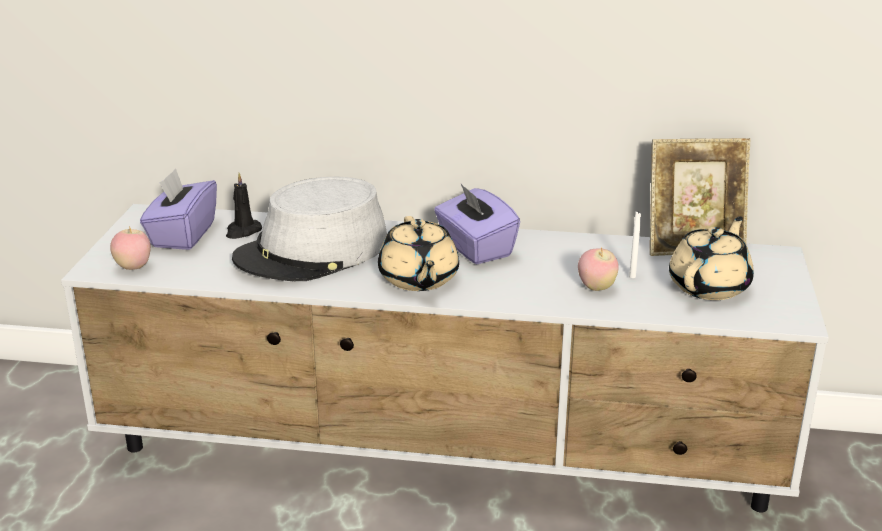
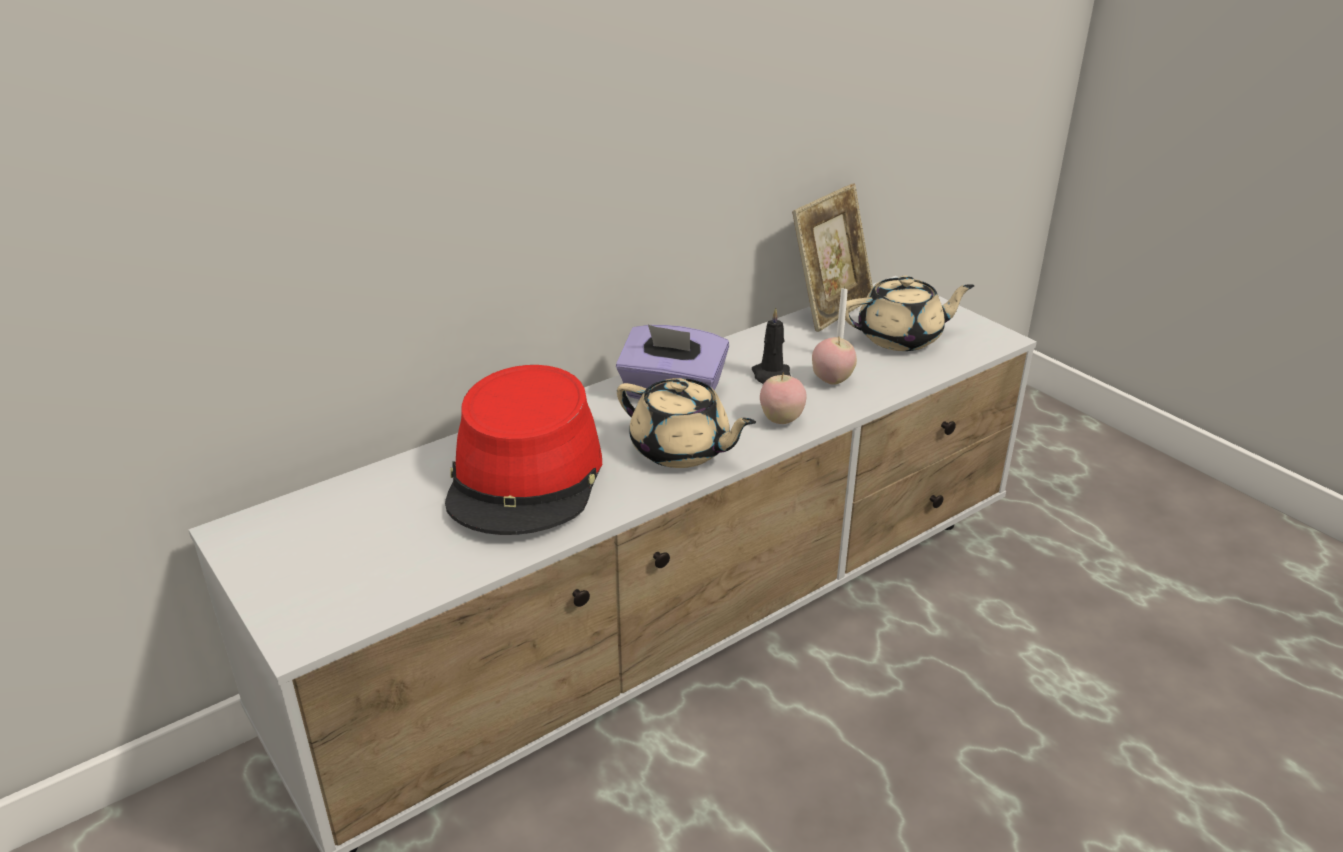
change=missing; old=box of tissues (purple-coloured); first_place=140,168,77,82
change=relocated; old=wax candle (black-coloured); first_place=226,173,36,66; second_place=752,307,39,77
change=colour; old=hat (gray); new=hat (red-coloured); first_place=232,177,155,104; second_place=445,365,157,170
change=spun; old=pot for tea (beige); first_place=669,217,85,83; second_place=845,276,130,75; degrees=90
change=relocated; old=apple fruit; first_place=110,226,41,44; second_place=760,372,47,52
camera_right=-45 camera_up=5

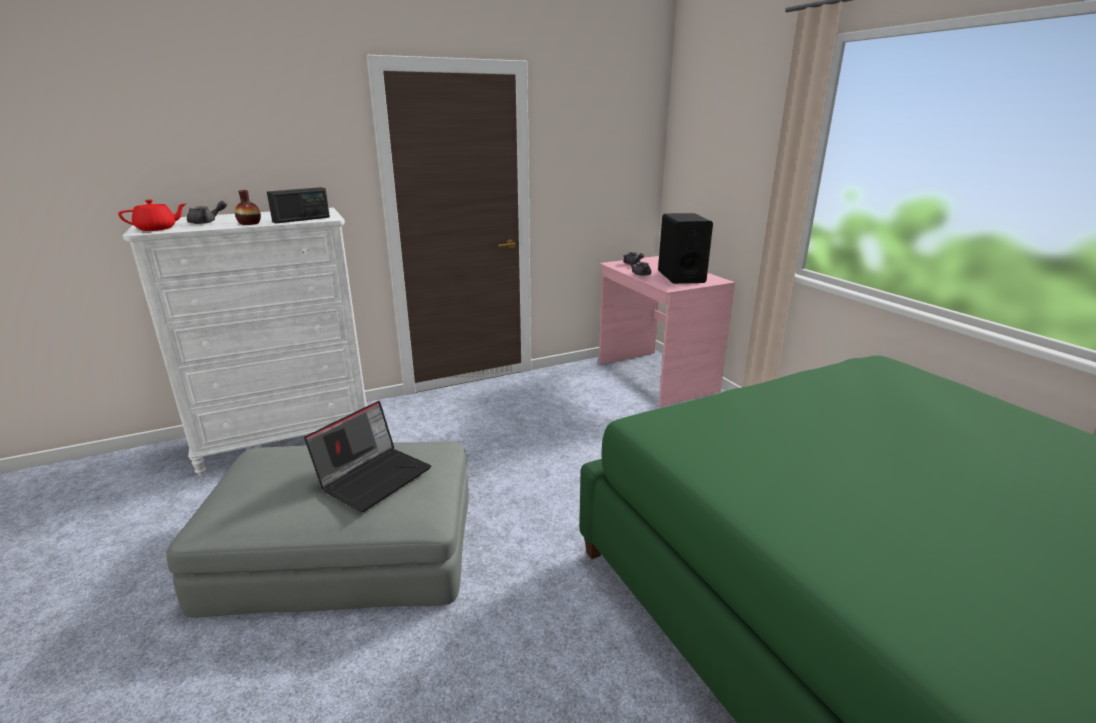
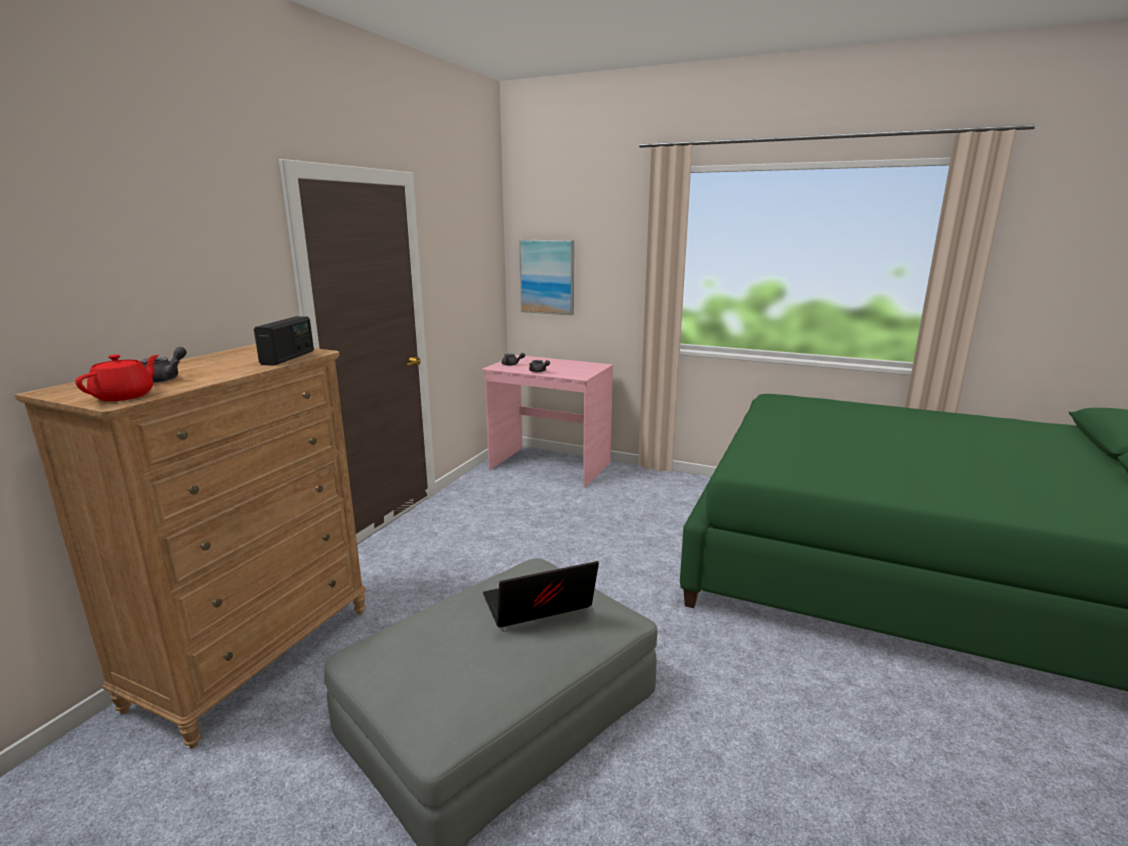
change=missing; old=vase; first_place=235,190,26,35
change=colour; old=dresser (white-coloured); new=dresser (brown-coloured); first_place=123,208,244,268; second_place=15,344,351,405
change=missing; old=audio speaker (black-coloured); first_place=658,213,55,71
change=spun; old=portable computer; first_place=304,401,127,111; second_place=483,561,116,67; degrees=-105
change=appeared; new=wall art; second_place=519,239,55,76
camera_right=-40 camera_up=-5

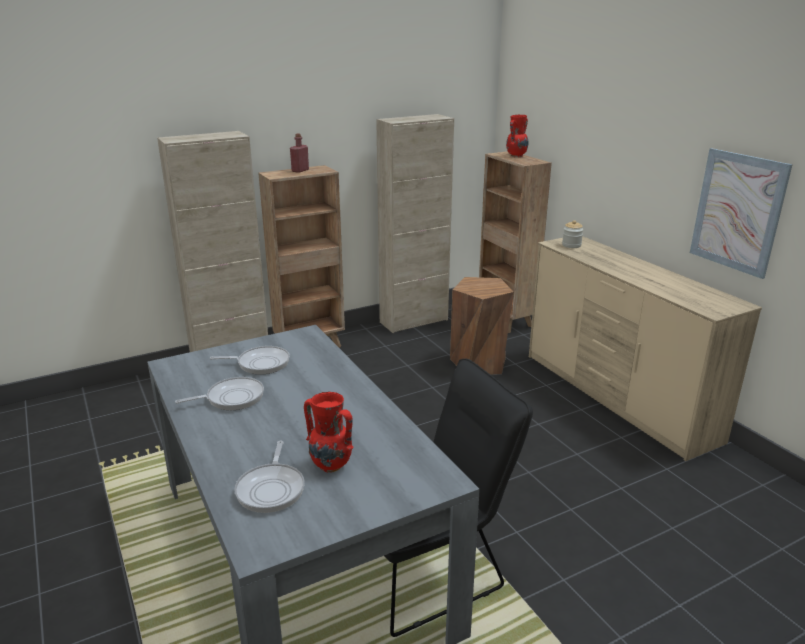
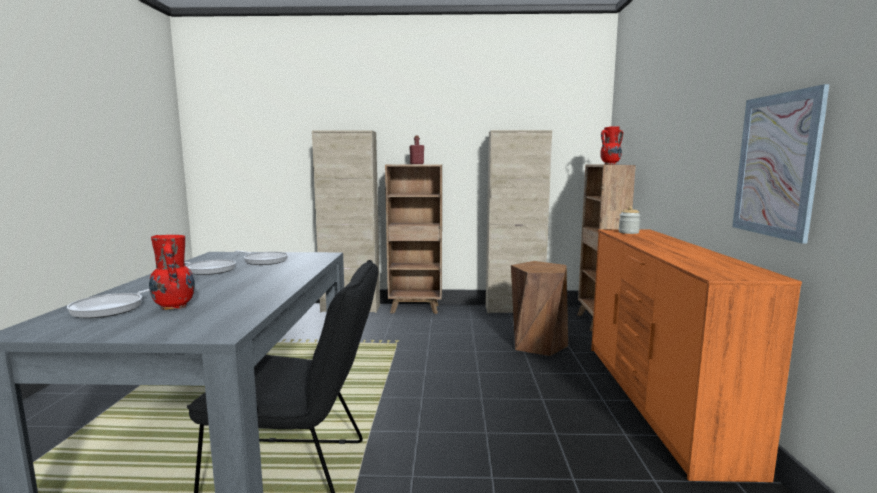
change=colour; old=dresser (beige); new=dresser (orange); first_place=529,236,233,225; second_place=591,229,211,254
camera_right=30 camera_up=-15

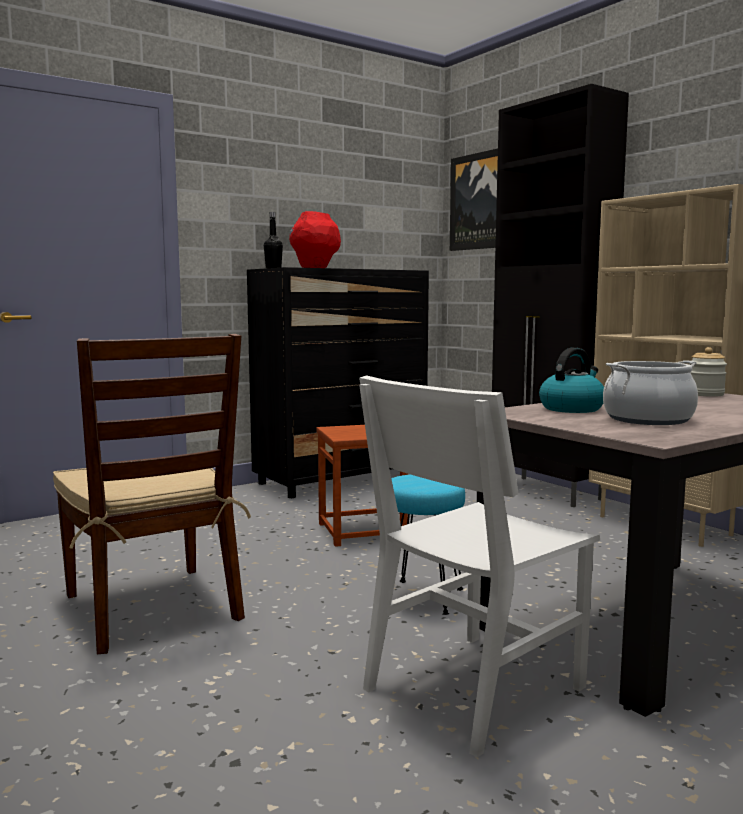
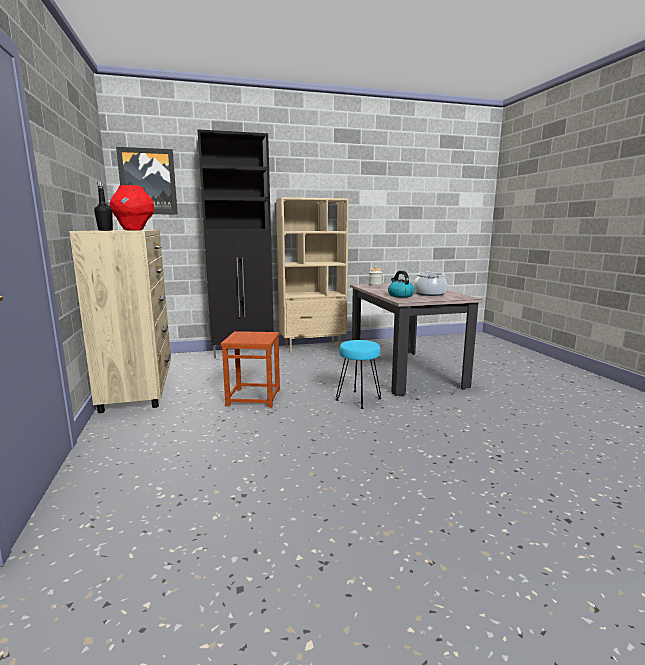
change=colour; old=dresser (black-coloured); new=dresser (beige); first_place=247,267,182,231; second_place=69,230,102,183
change=missing; old=plain chair (brown-coloured); first_place=53,334,198,320
change=missing; old=plain chair (white-coloured); first_place=359,375,241,383
camera_right=-70 camera_up=5

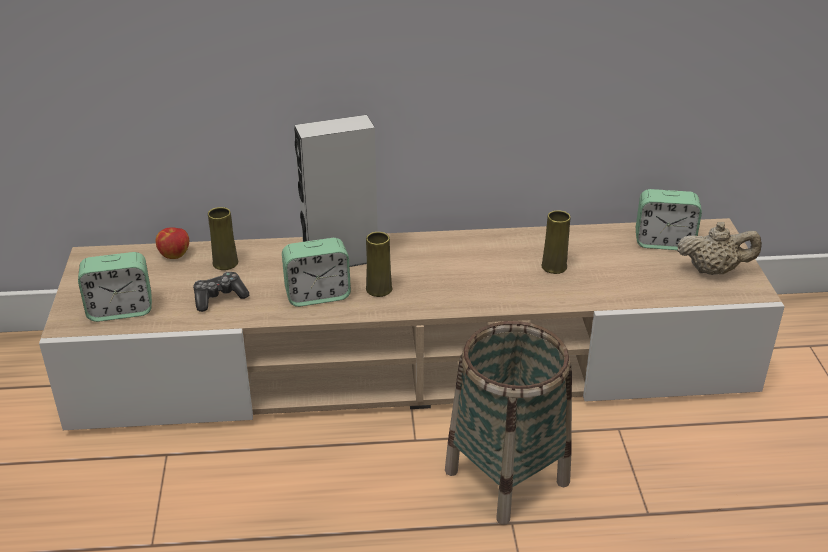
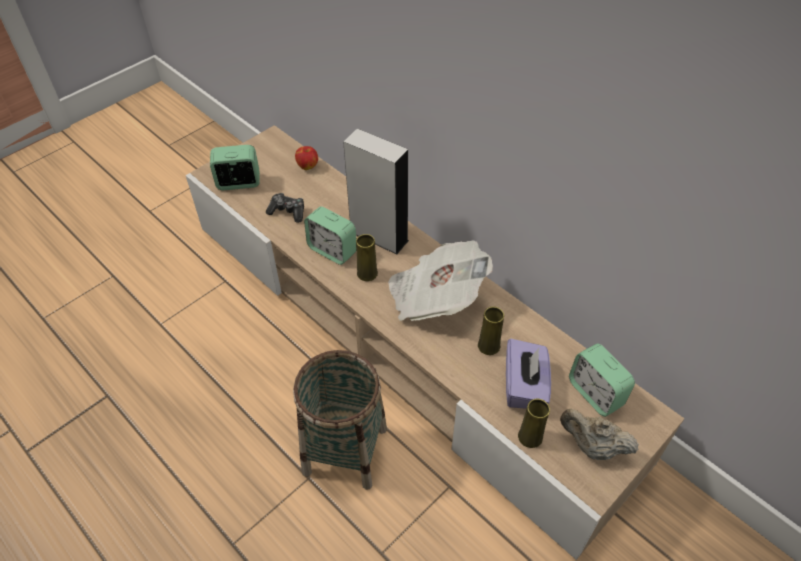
change=relocated; old=vase (yellow-coloured); first_place=208,207,30,63; second_place=518,399,32,49
change=spun; old=pot for tea (beige); first_place=677,222,85,53; second_place=560,409,79,51; degrees=150
change=spun; old=table clock; first_place=78,252,74,70; second_place=210,145,50,45; degrees=135
change=appeared; new=newspaper; second_place=388,240,105,81
change=appeared; new=box of tissues (purple-coloured); second_place=506,338,45,71
camera_right=50 camera_up=15

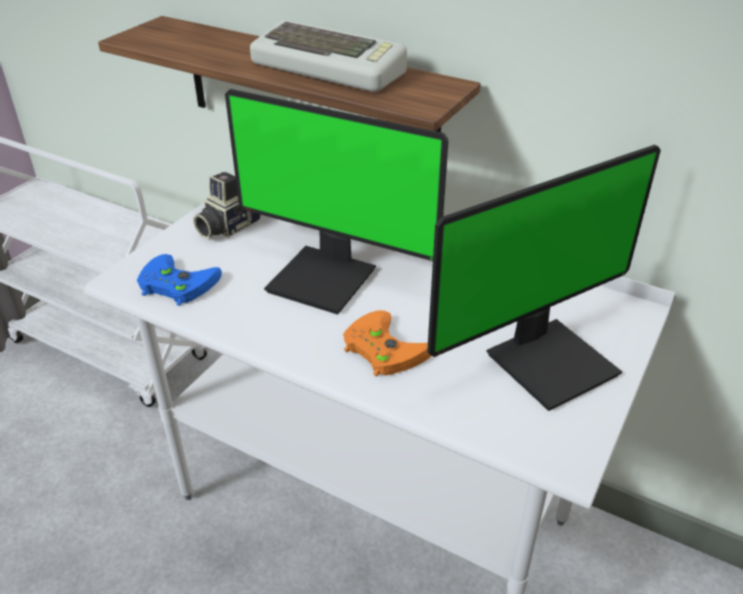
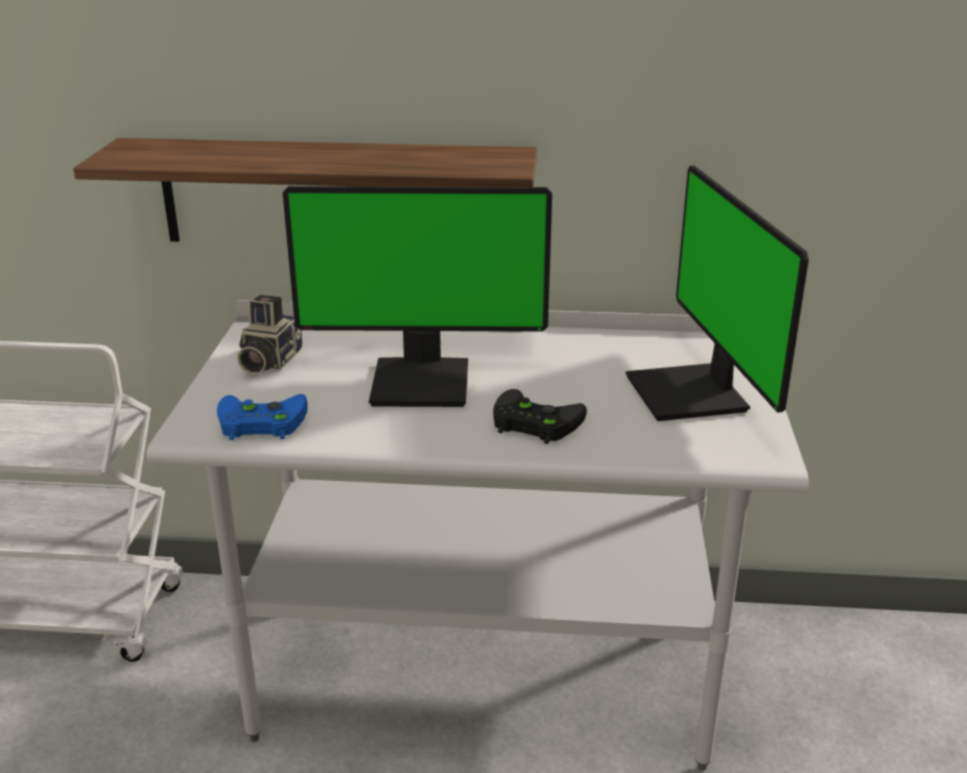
change=missing; old=computer keyboard; first_place=250,20,157,72
change=spun; old=computer display; first_place=427,145,234,266; second_place=626,166,183,255; degrees=135
change=colour; old=game controller (orange); new=game controller (black-coloured); first_place=343,310,88,67; second_place=493,389,94,55
camera_right=-25 camera_up=-10

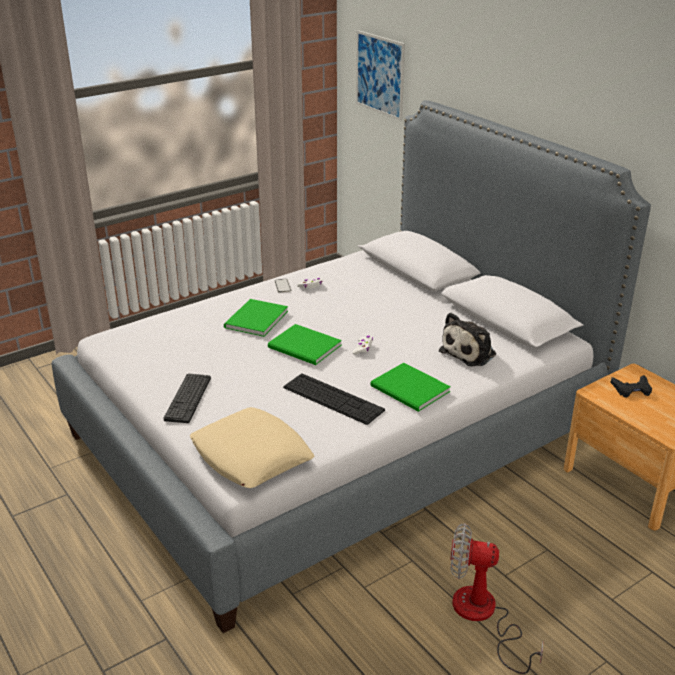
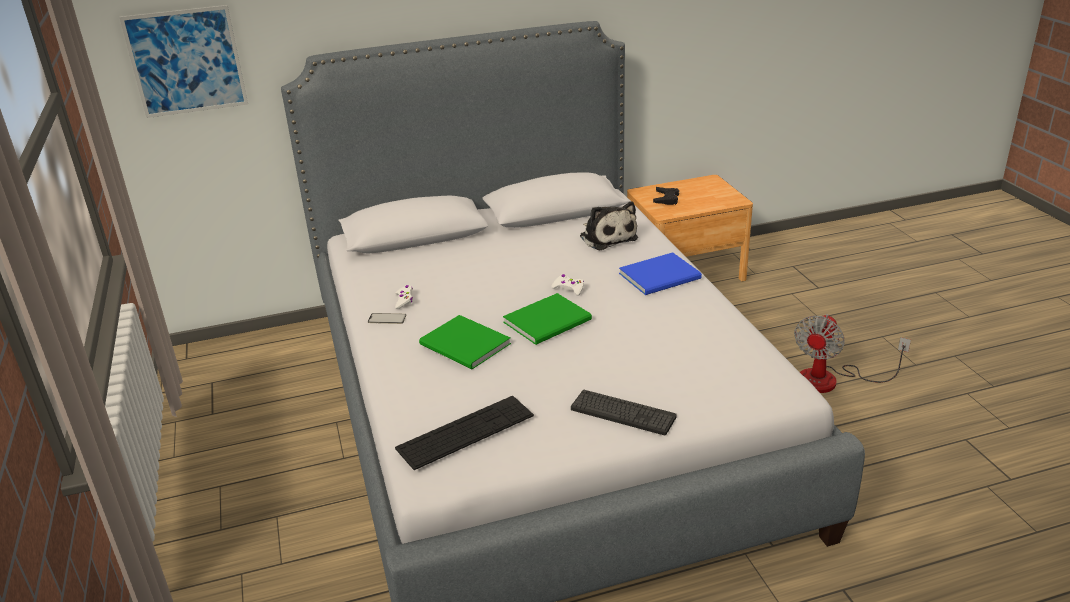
change=colour; old=volume (green); new=volume (blue-coloured); first_place=370,363,81,49; second_place=619,252,83,43
change=relocated; old=computer keyboard; first_place=283,373,102,52; second_place=395,396,139,74
change=missing; old=throw pillow (beige); first_place=190,407,124,81
camera_right=-70 camera_up=0

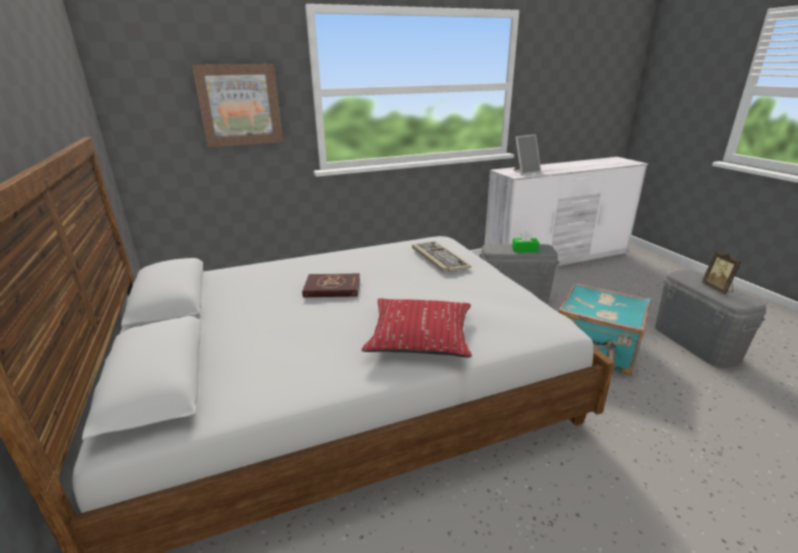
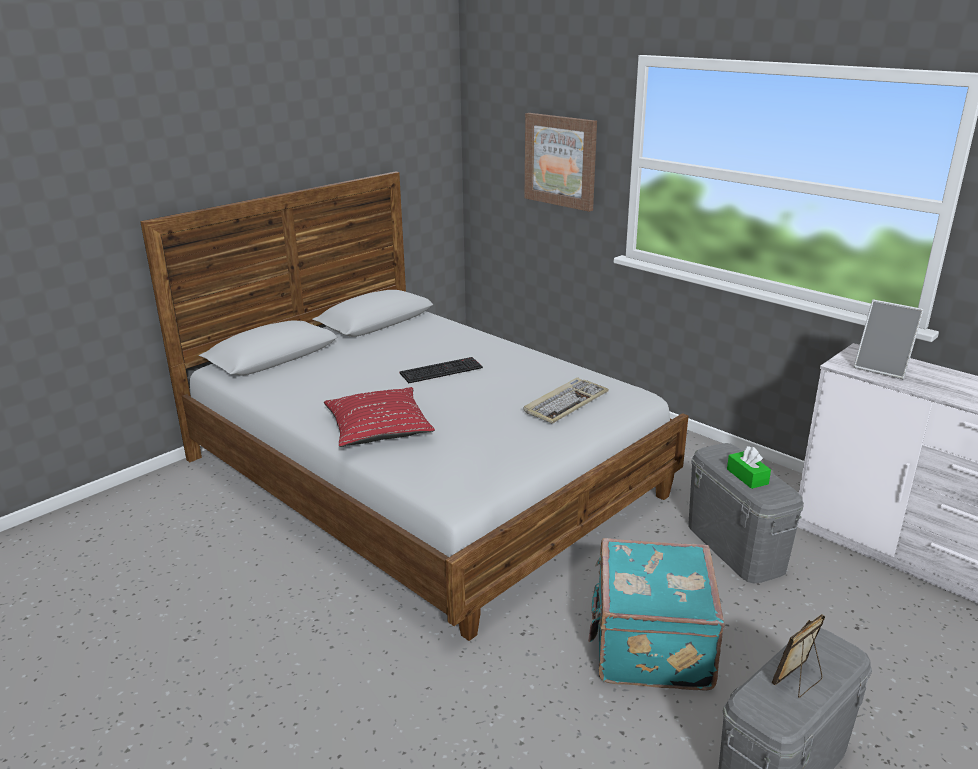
change=exchanged; old=volume (red-coloured); new=computer keyboard; first_place=302,273,58,25; second_place=399,357,84,26
camera_right=65 camera_up=0

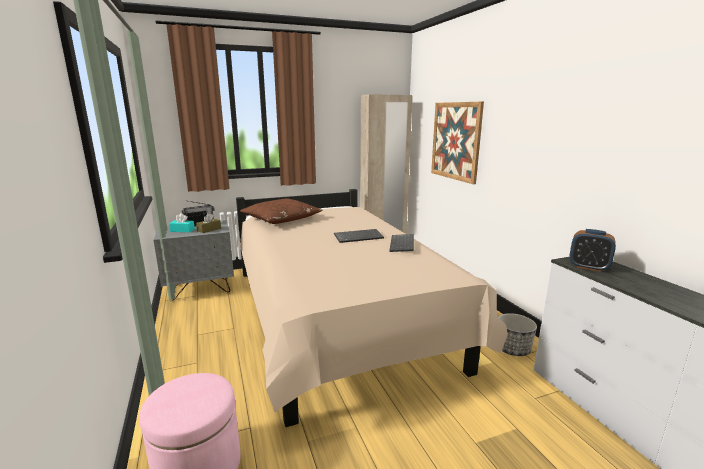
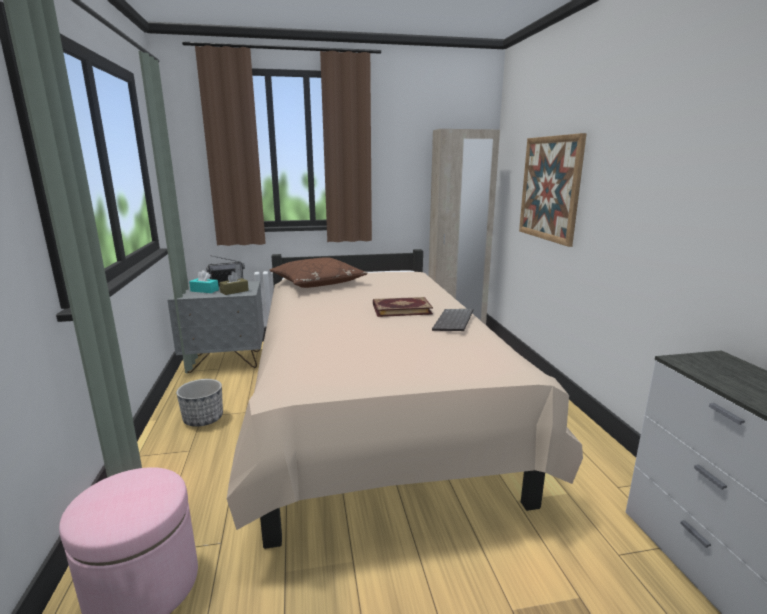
change=exchanged; old=computer keyboard; new=volume; first_place=334,229,50,14; second_place=373,297,60,20
change=missing; old=table clock; first_place=569,229,47,43
change=relocated; old=planter; first_place=498,313,39,43; second_place=176,379,47,48
camera_right=10 camera_up=0

